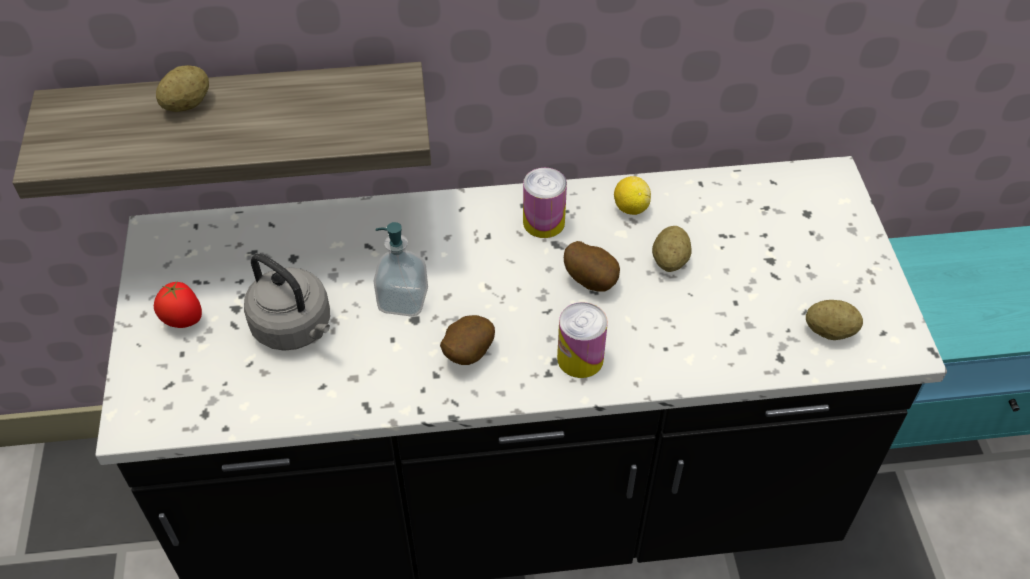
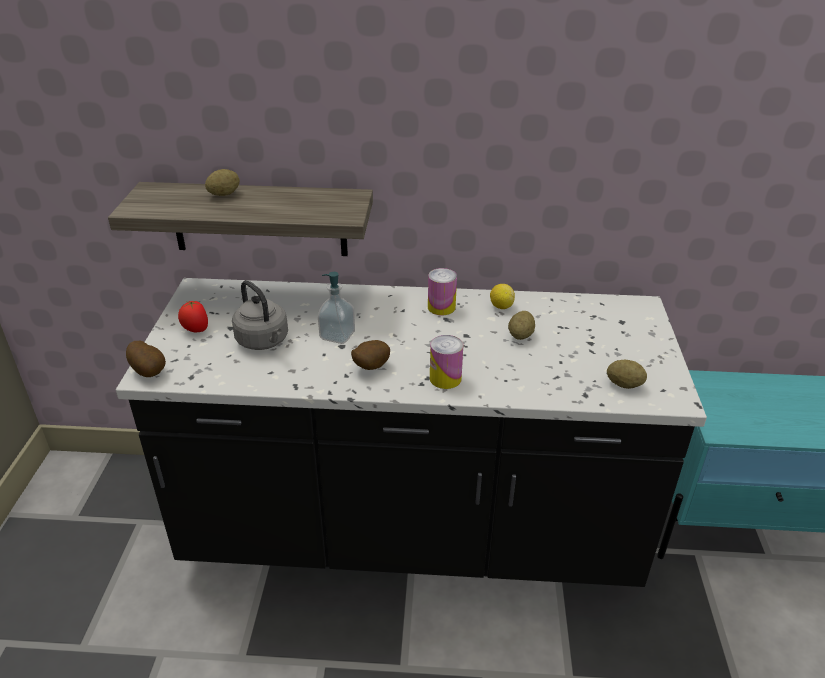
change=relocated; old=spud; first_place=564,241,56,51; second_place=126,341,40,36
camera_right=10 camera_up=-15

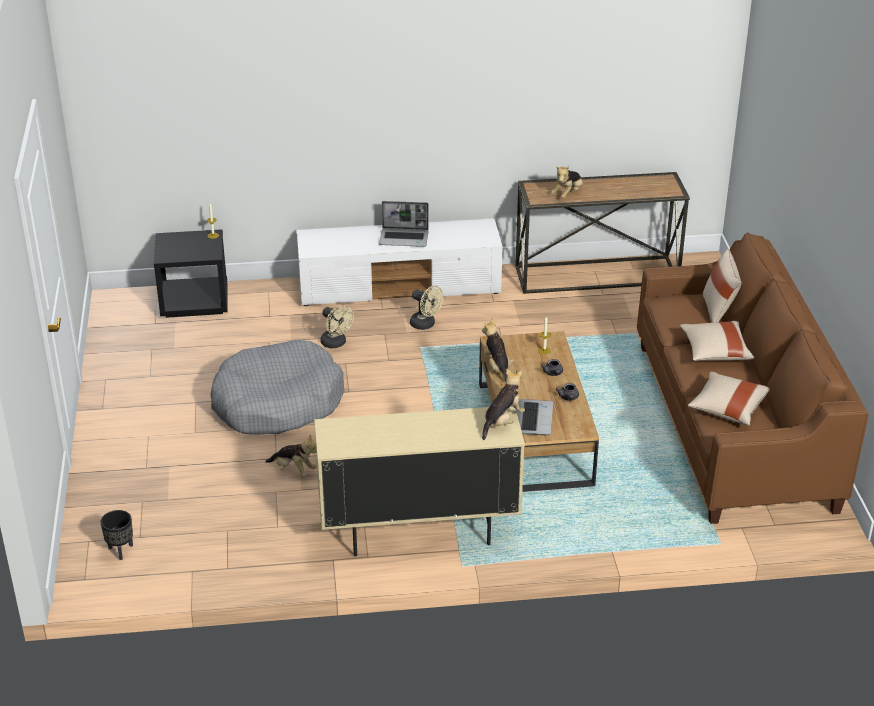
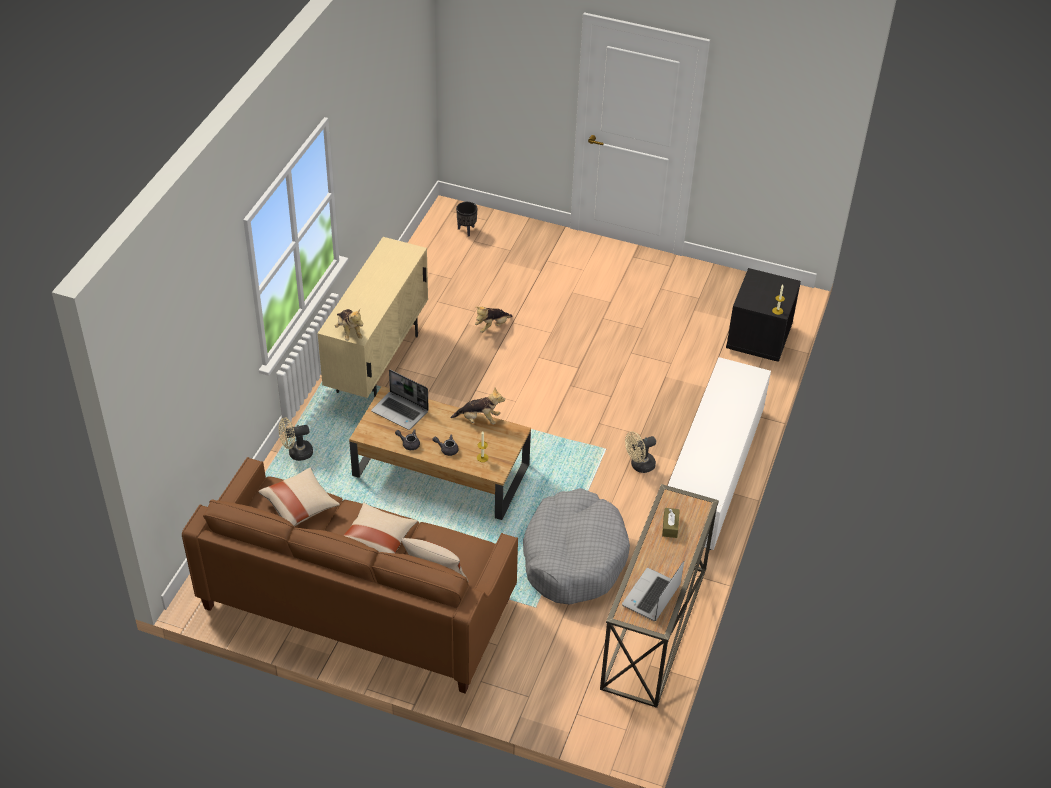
change=exchanged; old=plush toy; new=box of tissues (brown-coloured); first_place=551,166,32,32; second_place=662,508,18,30
change=relocated; old=portable computer; first_place=379,201,50,46; second_place=622,561,62,60
change=relocated; old=cooling fan (beige); first_place=320,305,34,43; second_place=279,417,34,44
change=relocated; old=dog bed (gray); first_place=210,340,135,95; second_place=523,488,107,117
camera_right=115 camera_up=10

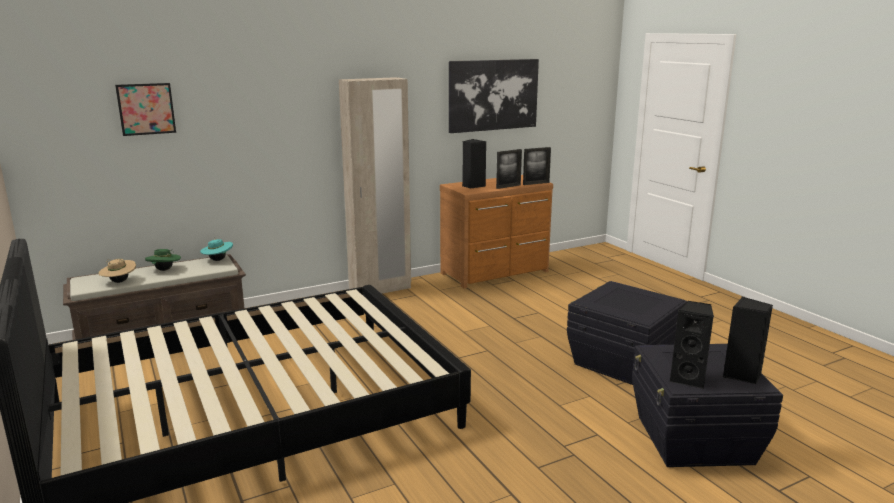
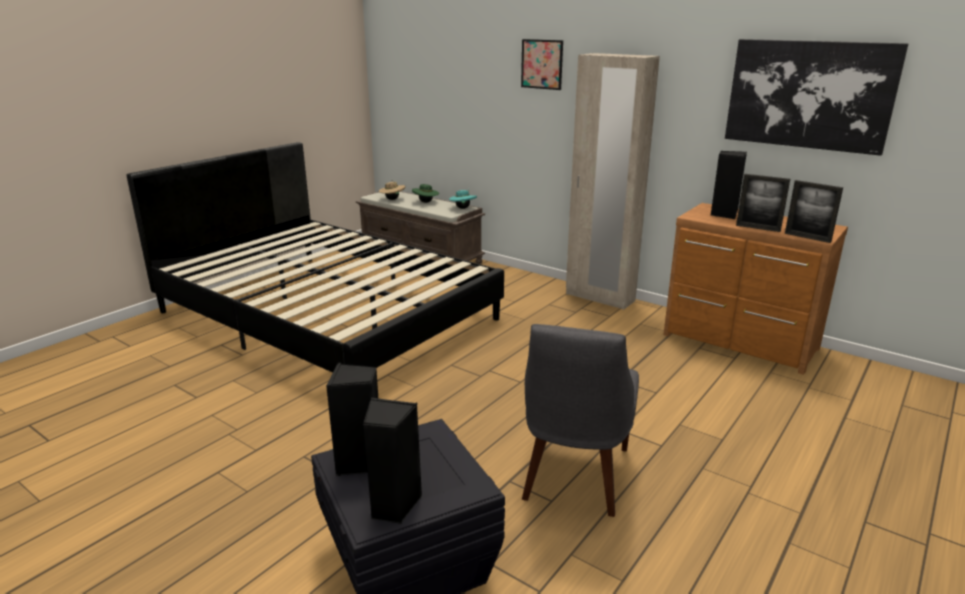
change=relocated; old=wall art; first_place=115,83,61,53; second_place=521,39,42,51
change=exchanged; old=storage bin (black-coloured); new=plain chair (gray); first_place=567,281,120,104; second_place=522,324,117,193
camera_right=65 camera_up=5

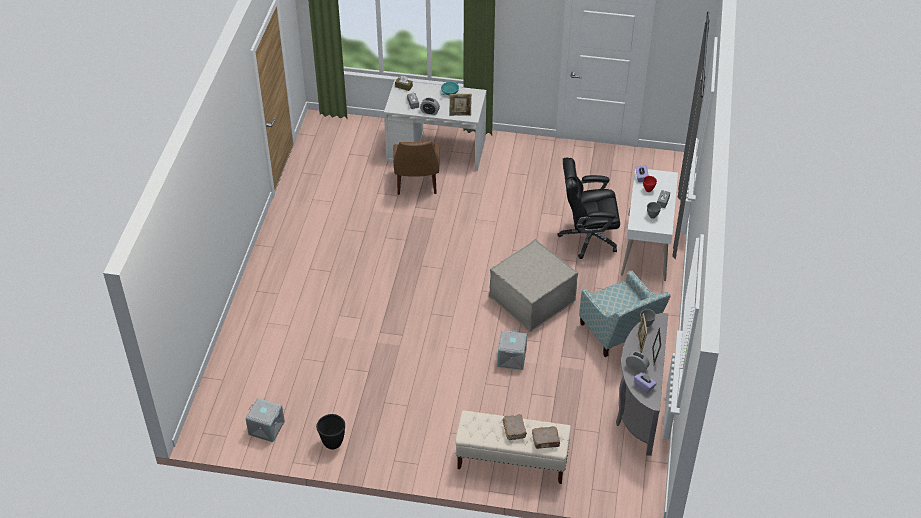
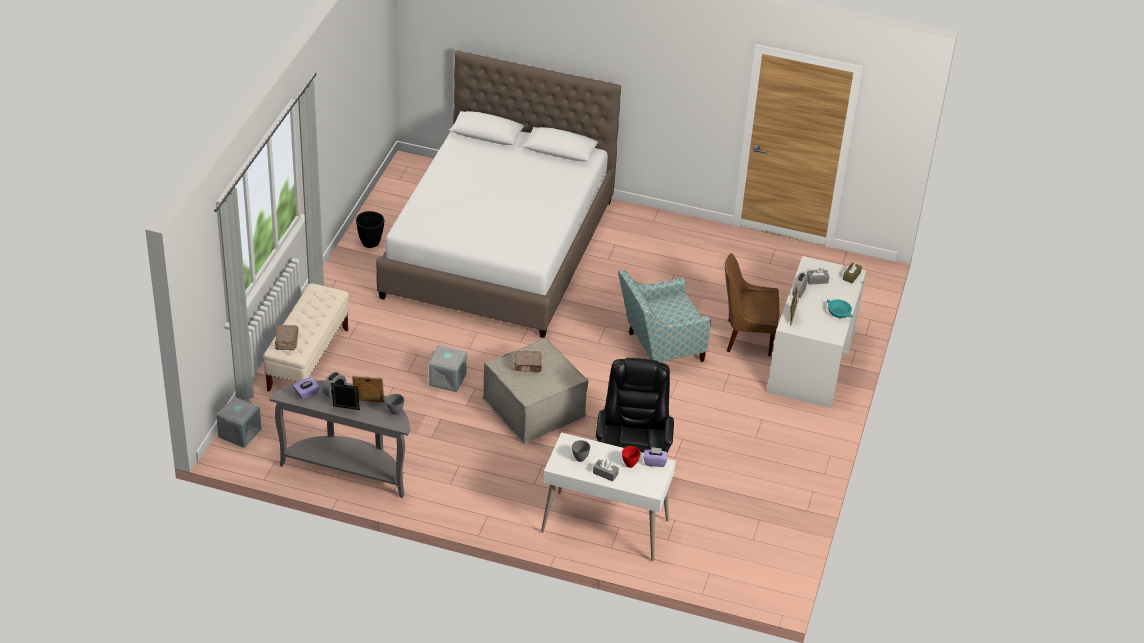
change=relocated; old=easy chair; first_place=579,270,92,87; second_place=618,269,93,93
change=relocated; old=storage bin (gray); first_place=245,398,40,44; second_place=216,397,46,51
change=relocated; old=volume (brown-coloured); first_place=502,414,25,26; second_place=514,351,28,21
change=appeared; new=sleeping bed (white-coloured); second_place=376,51,245,287
camera_right=95 camera_up=-5

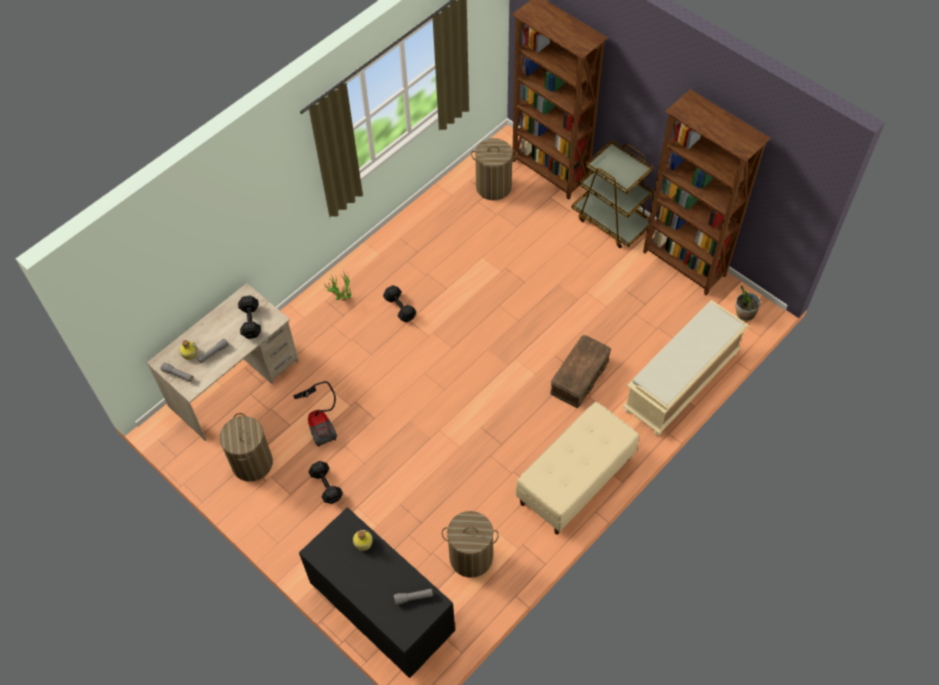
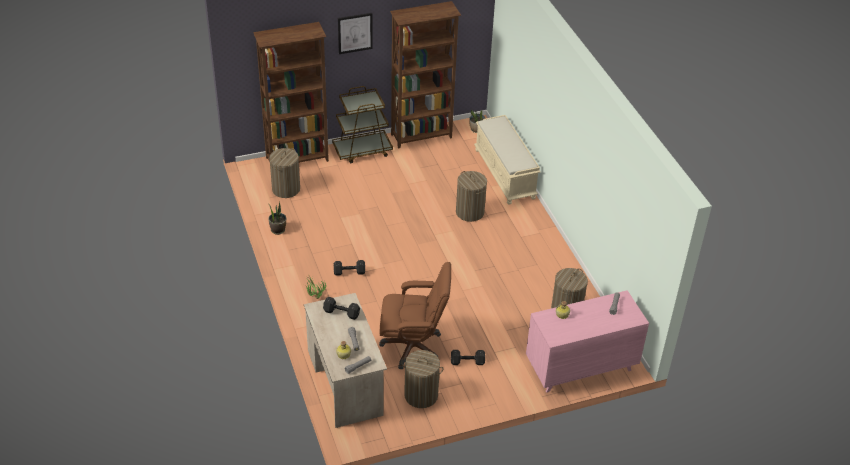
change=exchanged; old=storage bin (brown-coloured); new=hamper; first_place=550,335,61,73; second_place=456,171,31,51
change=exchanged; old=vacuum cleaner; new=desk chair (brown-coloured); first_place=293,381,44,66; second_place=379,262,72,108
change=missing; old=bench (beige); first_place=516,402,123,133
change=colour; old=dresser (black-coloured); new=dresser (pink); first_place=299,507,156,171; second_place=526,290,123,103
change=appeared; new=wall art; second_place=338,13,35,41
change=appeared; new=plant in a pot; second_place=269,201,17,34
camera_right=-65 camera_up=-15

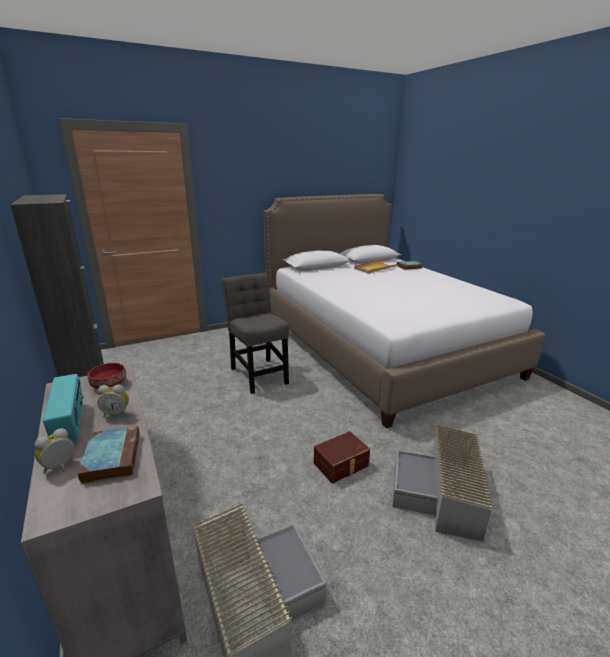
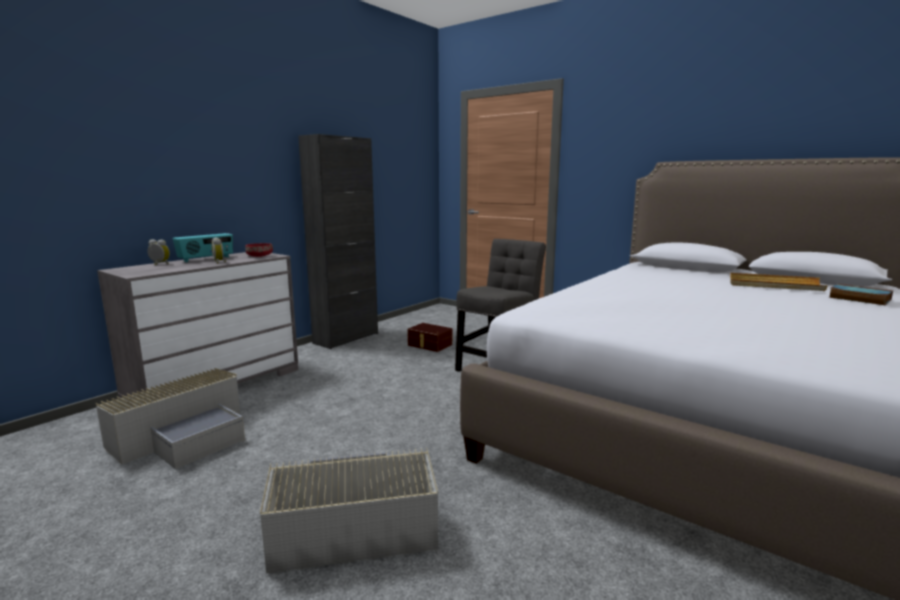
change=missing; old=volume; first_place=77,426,63,58
change=relocated; old=storage bin (brown-coloured); first_place=314,431,56,53; second_place=407,323,45,29
camera_right=65 camera_up=-10

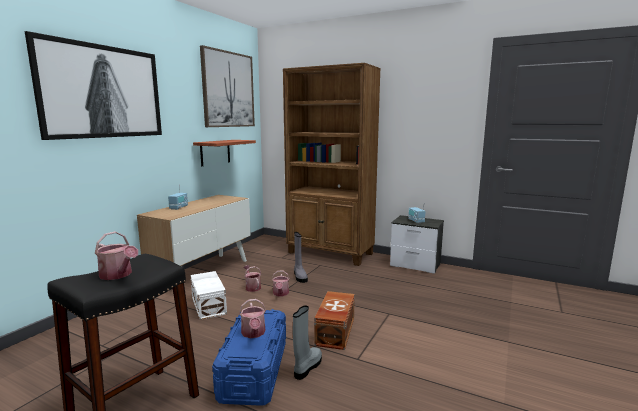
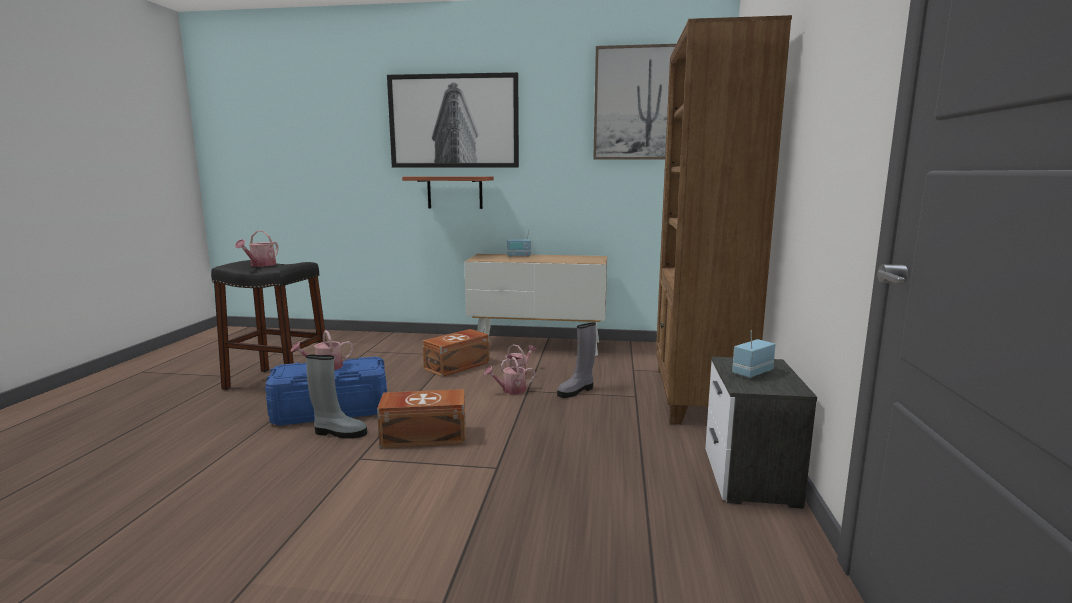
change=relocated; old=wall shelf; first_place=193,140,63,26; second_place=402,176,92,33
change=colour; old=storage bin (white-coloured); new=storage bin (brown-coloured); first_place=190,271,37,49; second_place=422,329,68,48
camera_right=70 camera_up=0

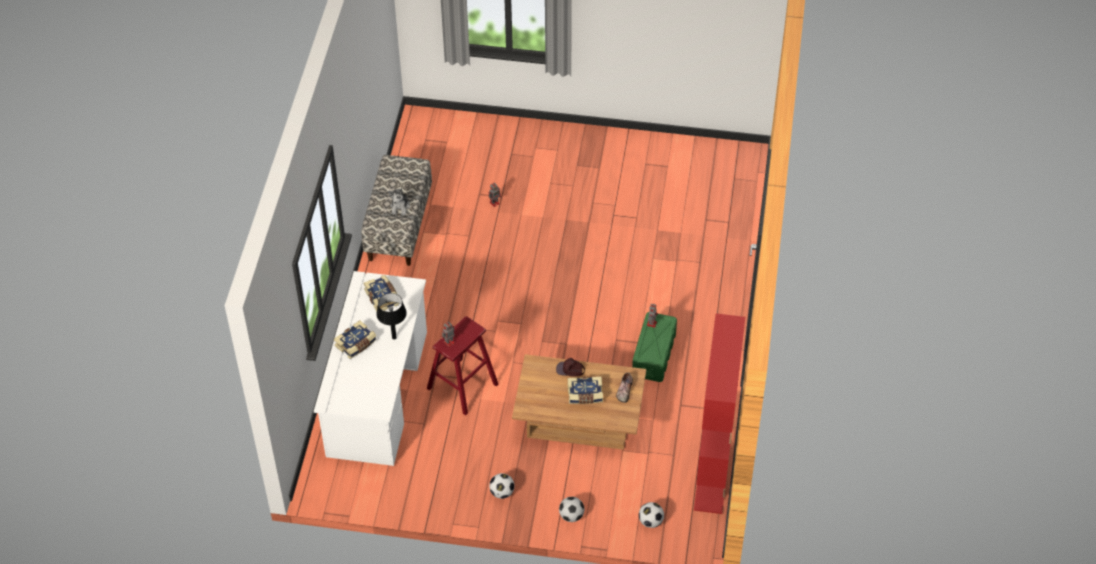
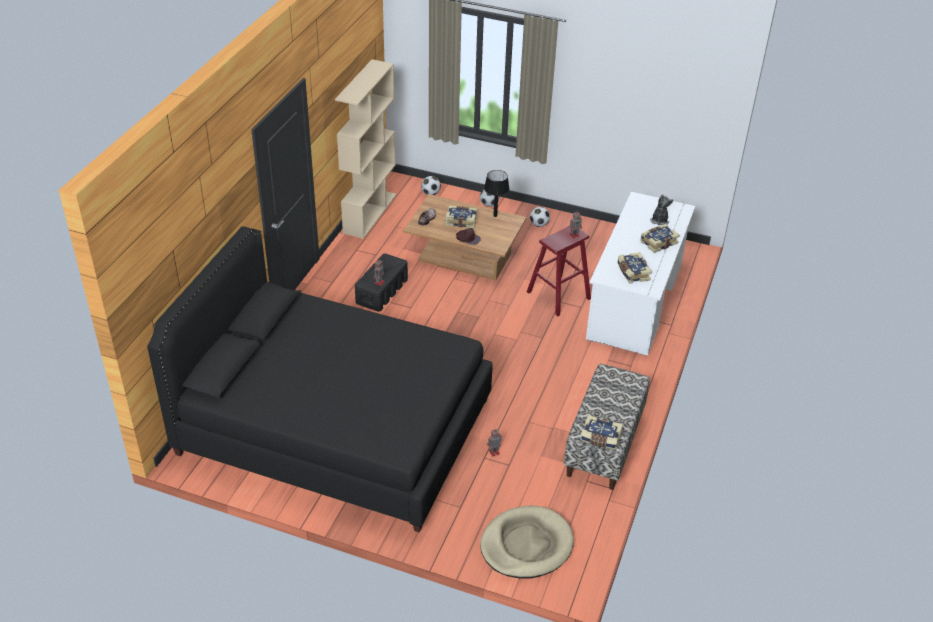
change=relocated; old=plush toy; first_place=388,187,22,29; second_place=650,194,23,31
change=relocated; old=tabletop lamp (black-coloured); first_place=376,293,31,47; second_place=484,170,26,47
change=colour; old=storage bin (green); new=storage bin (black-coloured); first_place=632,312,45,70; second_place=355,253,53,59
change=colour; old=bookcase (red-coloured); new=bookcase (beige); first_place=694,314,51,200; second_place=335,59,61,180
change=appeared; new=sleeping bed (black-coloured); second_place=147,226,346,307
change=appeared; new=volume; second_place=580,415,43,35
change=appeared; new=dog bed (beige); second_place=480,506,94,73
camera_right=-170 camera_up=-10

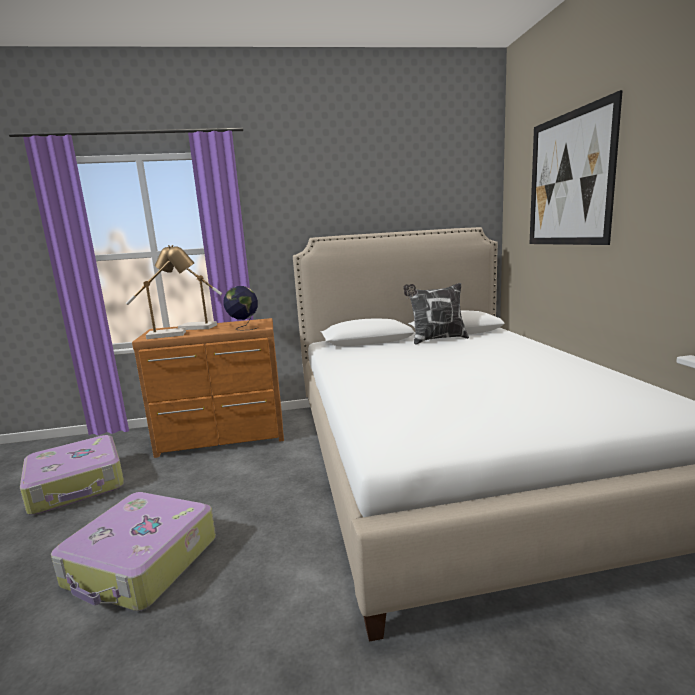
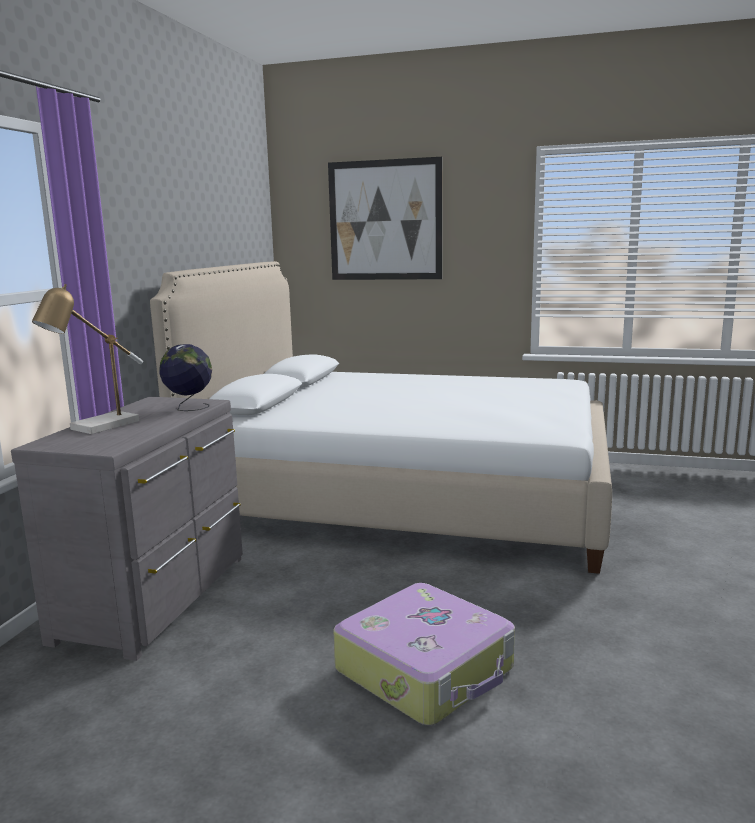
change=missing; old=tabletop lamp; first_place=126,245,68,94
change=missing; old=throw pillow; first_place=403,283,66,62
change=colour; old=dresser (brown-coloured); new=dresser (gray); first_place=132,318,152,140; second_place=11,397,232,264
change=missing; old=piece of luggage; first_place=20,435,104,80
camera_right=-65 camera_up=0

